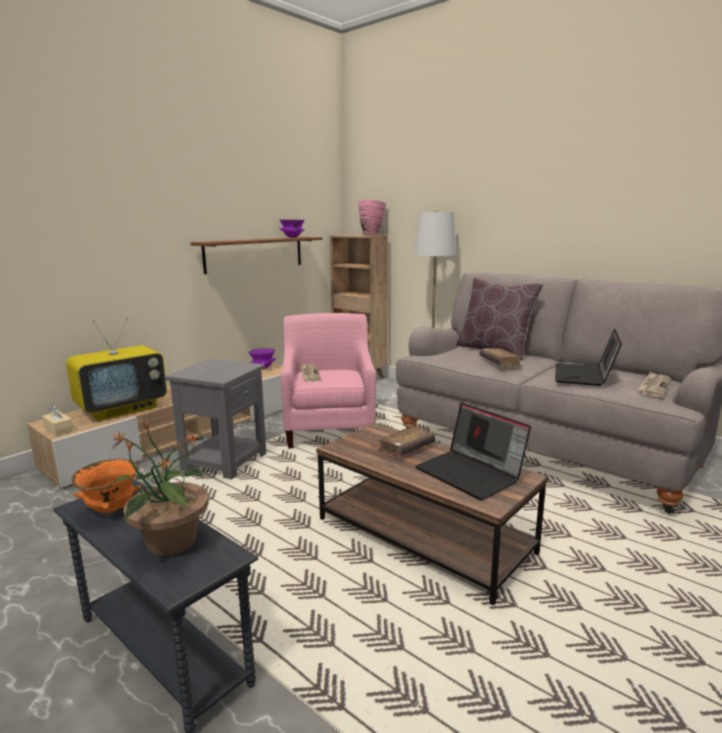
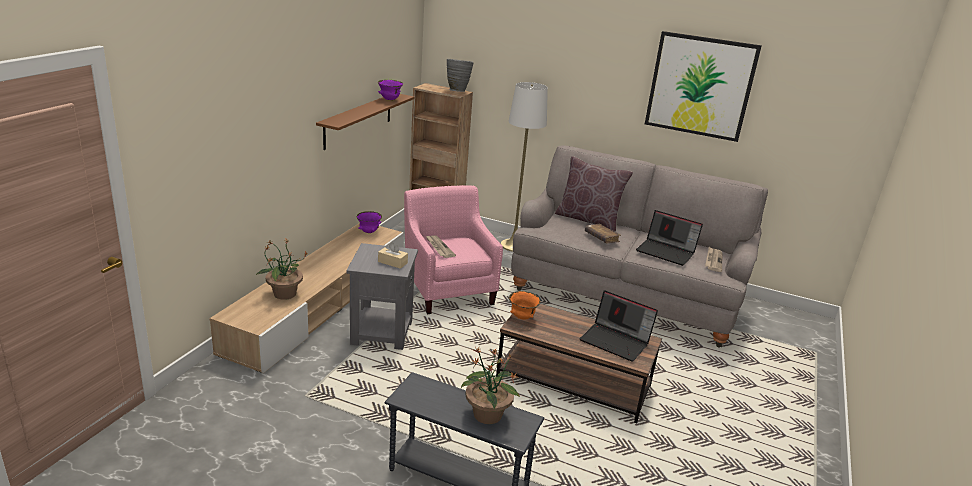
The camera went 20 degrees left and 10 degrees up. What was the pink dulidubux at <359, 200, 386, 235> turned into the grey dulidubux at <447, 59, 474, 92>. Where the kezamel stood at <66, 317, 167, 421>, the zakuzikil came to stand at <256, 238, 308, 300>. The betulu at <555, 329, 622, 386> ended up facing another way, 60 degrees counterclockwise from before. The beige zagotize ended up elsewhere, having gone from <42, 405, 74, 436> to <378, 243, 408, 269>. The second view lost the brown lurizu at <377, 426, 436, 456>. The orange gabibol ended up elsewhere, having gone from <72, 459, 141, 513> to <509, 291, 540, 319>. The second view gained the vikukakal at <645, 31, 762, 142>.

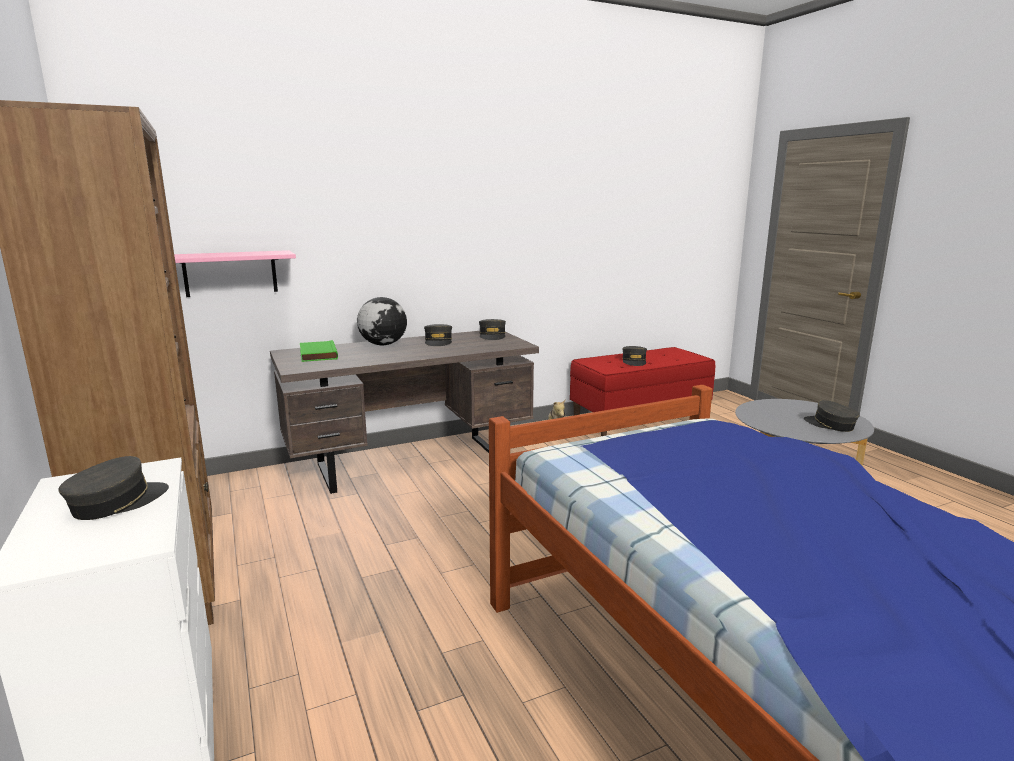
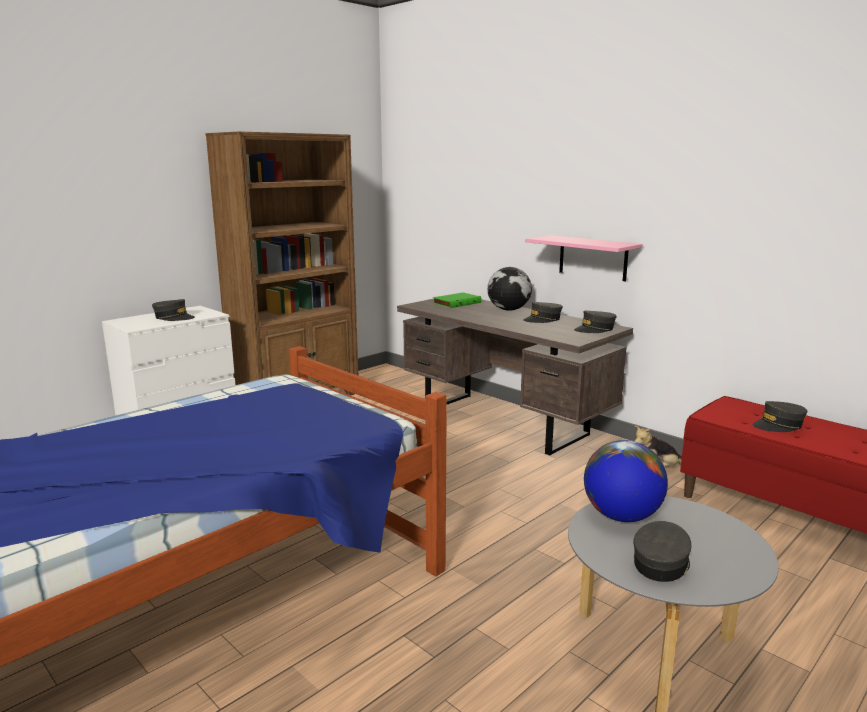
The camera went 70 degrees right and 0 degrees up. The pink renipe ended up elsewhere, having gone from <174, 250, 296, 297> to <525, 235, 642, 281>. The second view gained the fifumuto at <584, 440, 668, 522>.

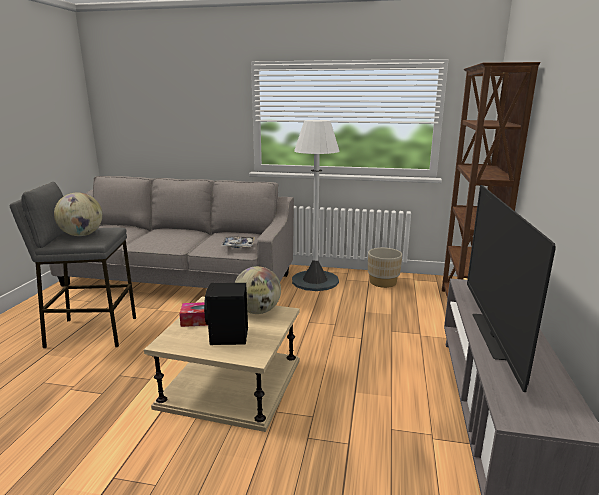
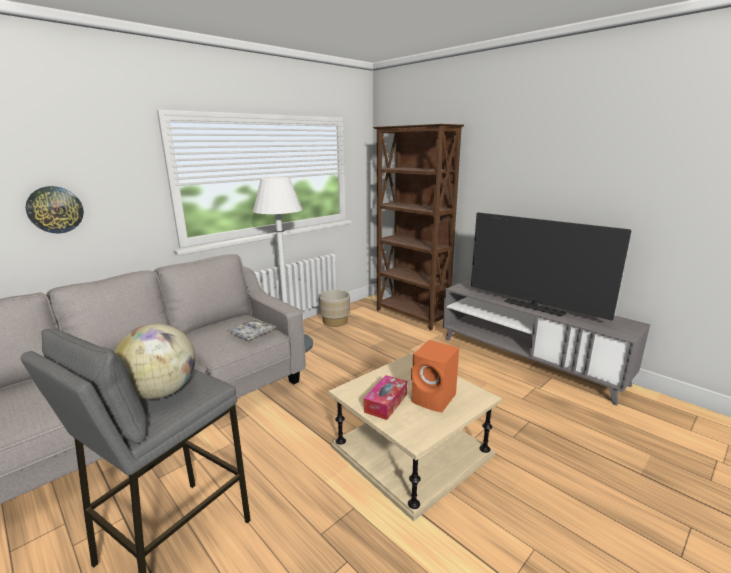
The camera went 55 degrees left and 0 degrees up. The second view lost the fifumuto at <235, 266, 281, 314>. What was the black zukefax at <204, 283, 248, 345> turned into the orange zukefax at <411, 340, 459, 412>. The second view gained the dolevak at <26, 186, 84, 233>.

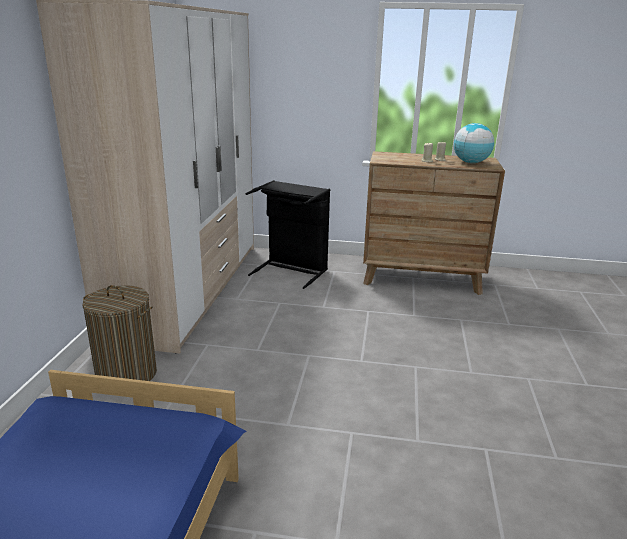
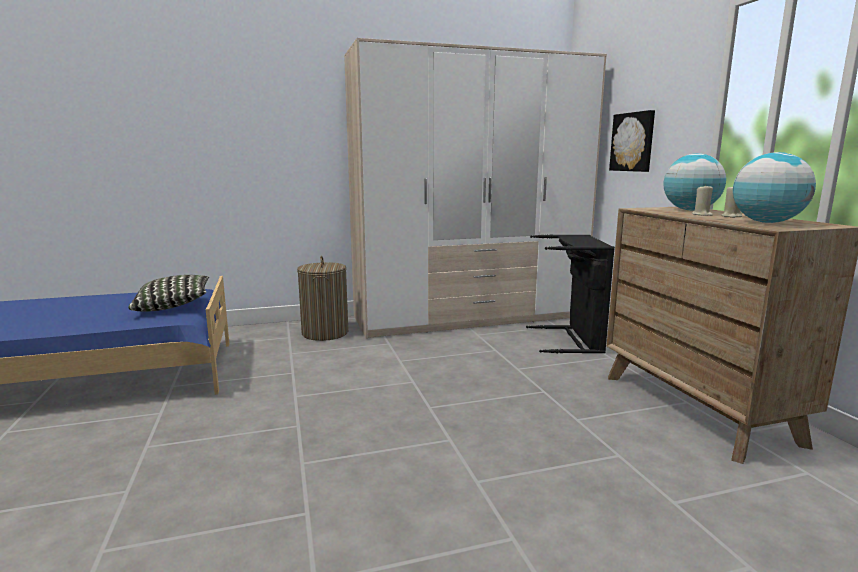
The camera went 65 degrees right and 10 degrees down. The second view gained the vikukakal at <609, 110, 655, 172>. The second view gained the fifumuto at <664, 153, 726, 210>. The second view gained the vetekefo at <128, 275, 209, 311>.

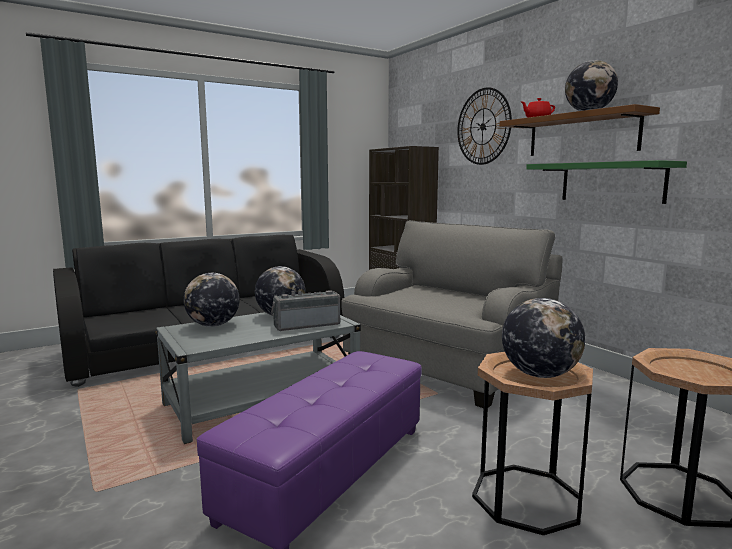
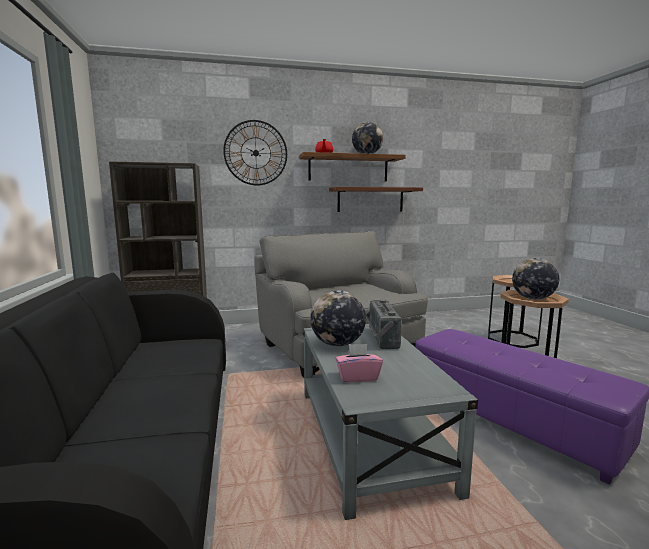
The camera went 70 degrees left and 0 degrees up. What was the green renipe at <526, 160, 687, 204> turned into the brown renipe at <329, 187, 423, 212>. Where the fifumuto stood at <184, 273, 240, 327>, the pink zagotize came to stand at <335, 344, 383, 383>.

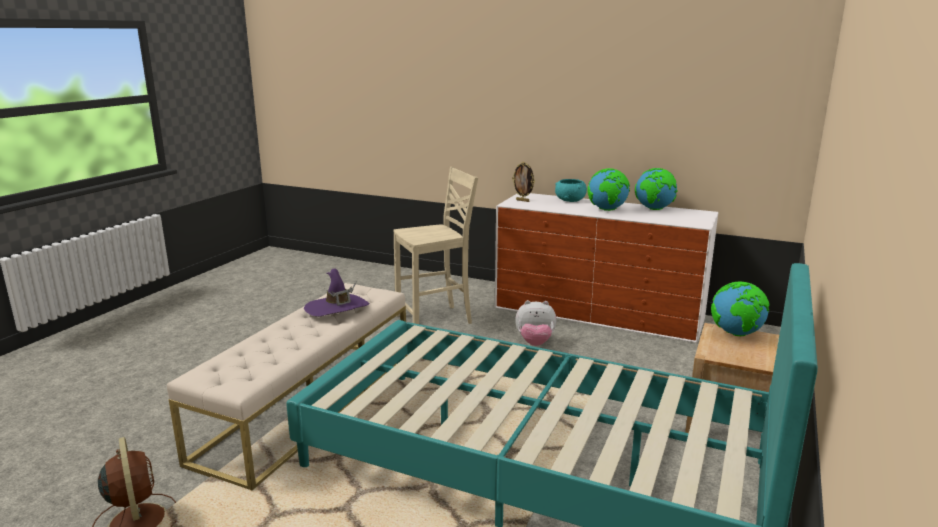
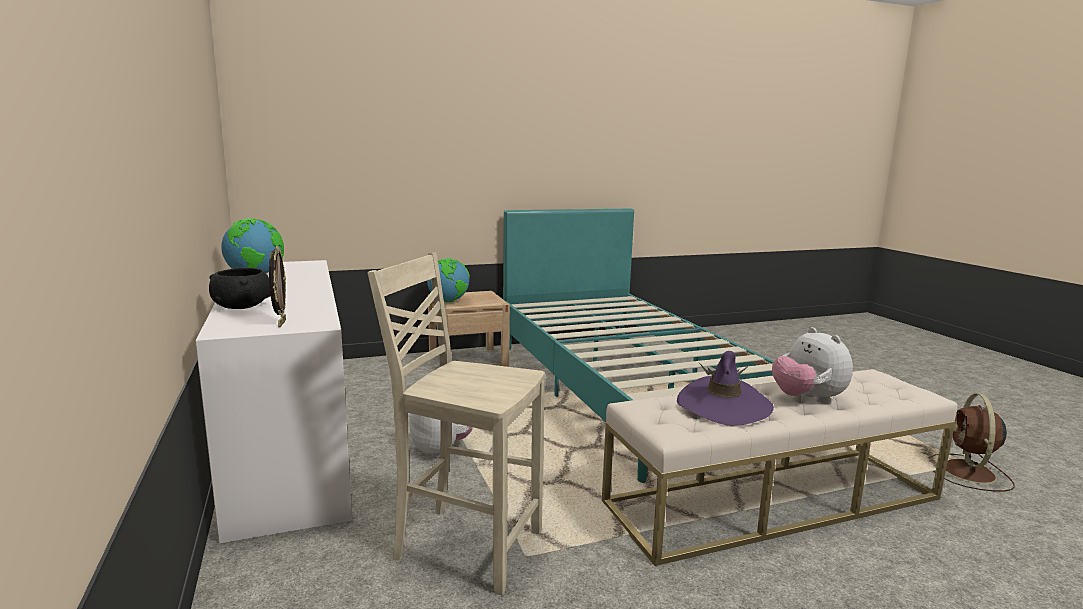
The camera went 135 degrees left and 5 degrees down. The second view lost the fifumuto at <587, 168, 630, 211>. What was the turquoise gabibol at <555, 179, 587, 202> turned into the black gabibol at <209, 268, 271, 309>. The second view gained the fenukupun at <772, 327, 853, 403>.

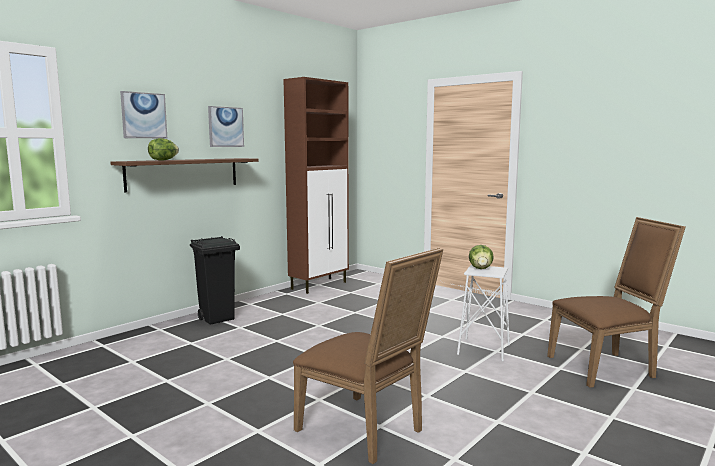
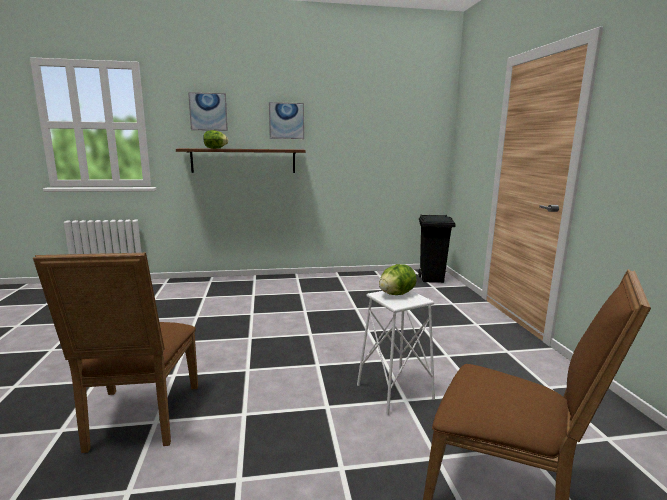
The camera went 40 degrees right and 5 degrees up. The second view lost the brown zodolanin at <283, 77, 349, 294>. The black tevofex ended up elsewhere, having gone from <190, 236, 240, 325> to <418, 214, 456, 283>.

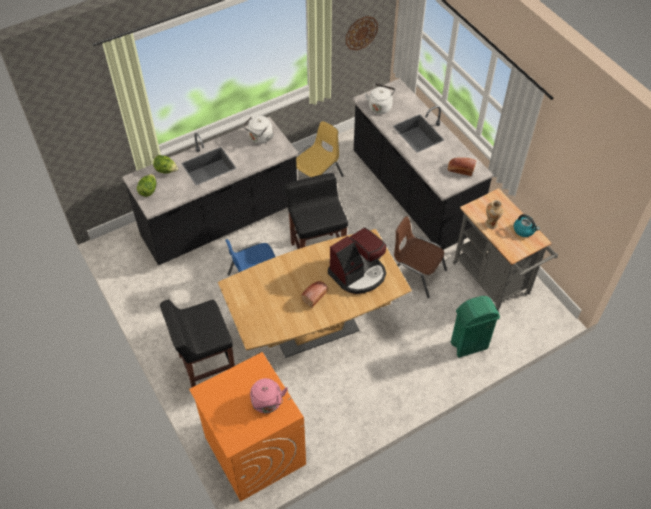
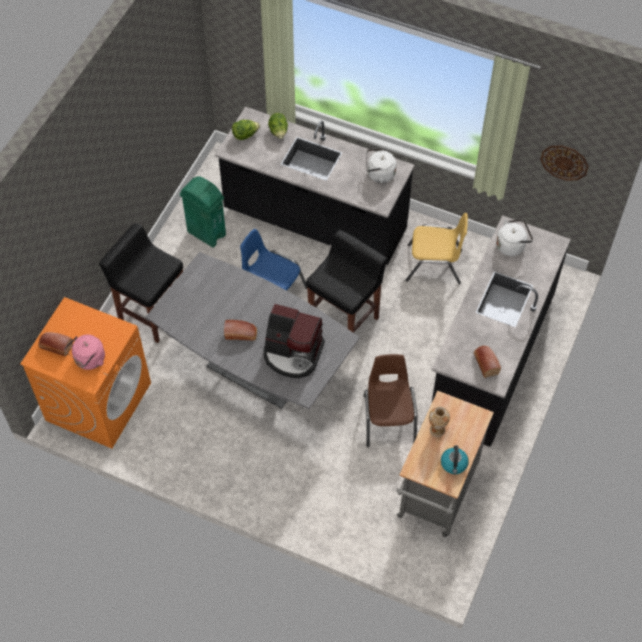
The camera went 55 degrees right and 5 degrees up. What was the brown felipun at <218, 229, 412, 358> turned into the grey felipun at <146, 252, 360, 409>. The green tevofex ended up elsewhere, having gone from <451, 296, 500, 358> to <180, 177, 226, 248>. The second view gained the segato at <38, 332, 73, 357>.

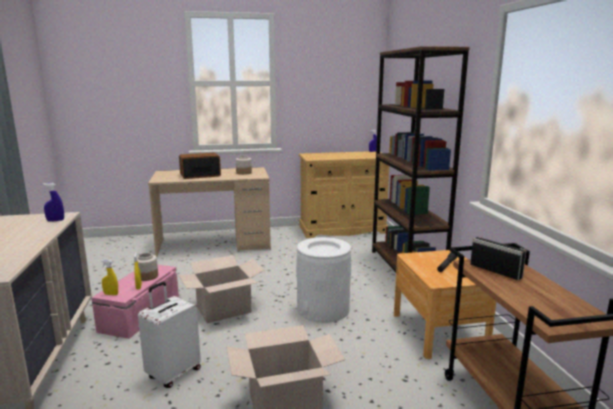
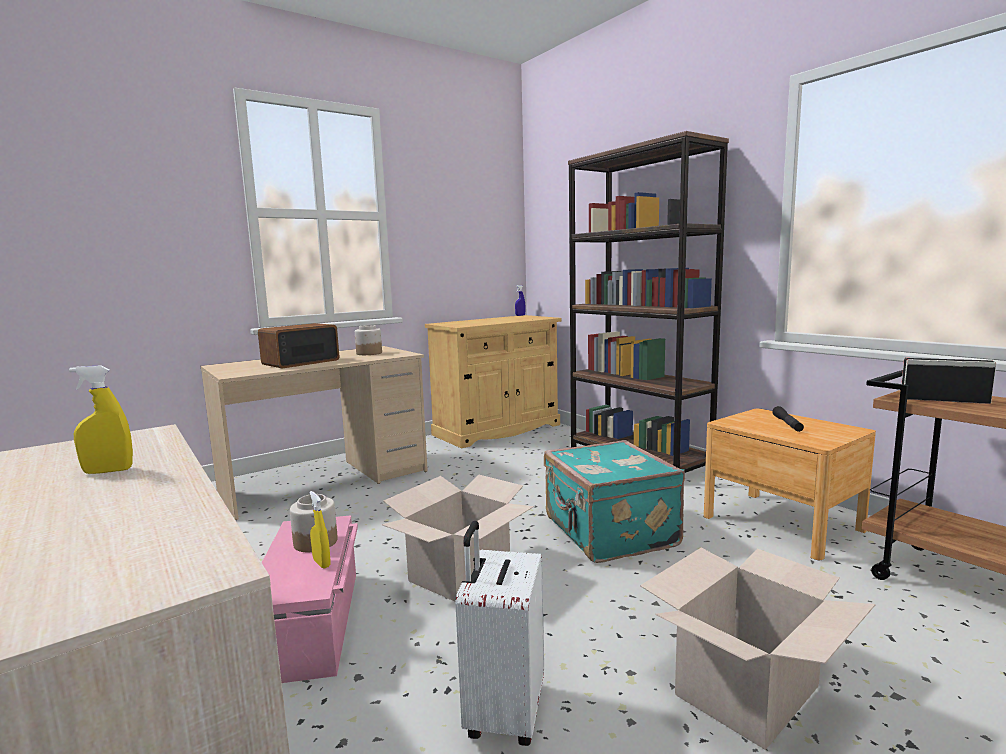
The camera went 25 degrees left and 5 degrees down. The second view lost the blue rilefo at <43, 183, 64, 221>. Where the white tevofex stood at <296, 237, 351, 323>, the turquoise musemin came to stand at <544, 440, 685, 563>. The yellow rilefo ended up elsewhere, having gone from <101, 260, 118, 295> to <69, 365, 133, 474>.

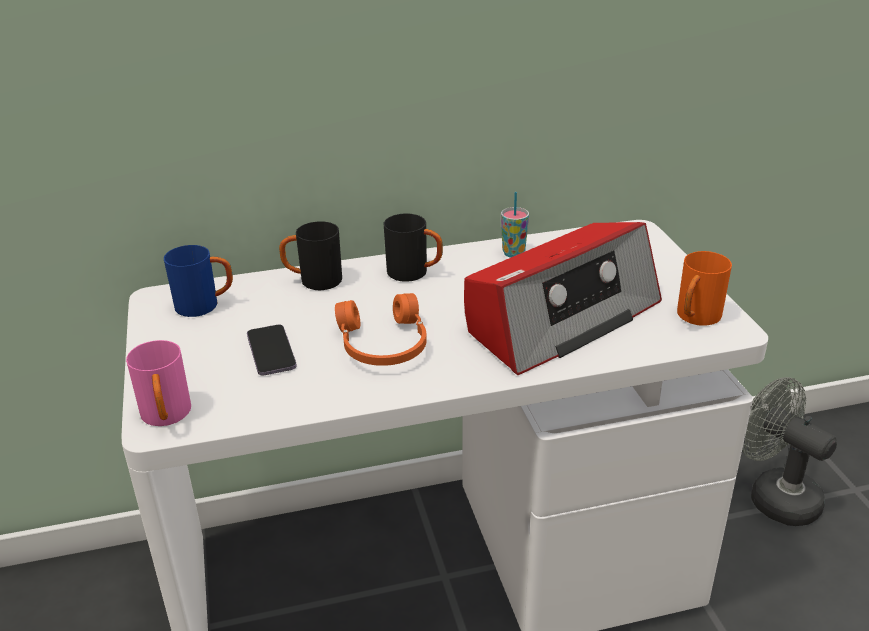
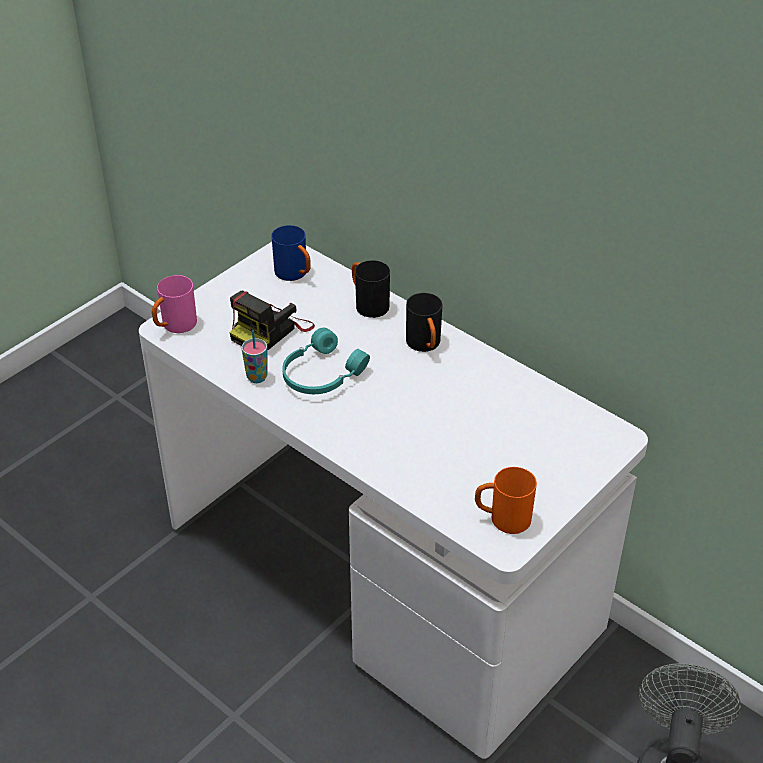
The camera went 55 degrees right and 10 degrees up. The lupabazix ended up elsewhere, having gone from <501, 192, 529, 258> to <241, 330, 267, 383>. The second view lost the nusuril at <464, 222, 662, 375>. What was the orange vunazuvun at <335, 293, 427, 366> turned into the turquoise vunazuvun at <282, 328, 370, 394>. Where the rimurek stood at <247, 325, 297, 376>, the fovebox came to stand at <229, 291, 315, 351>.

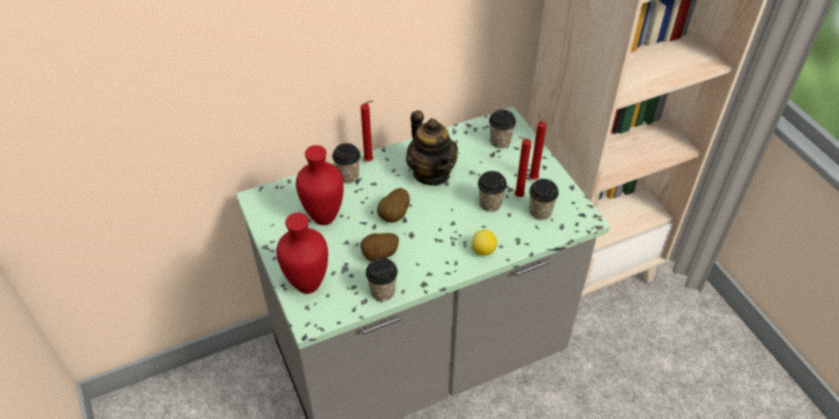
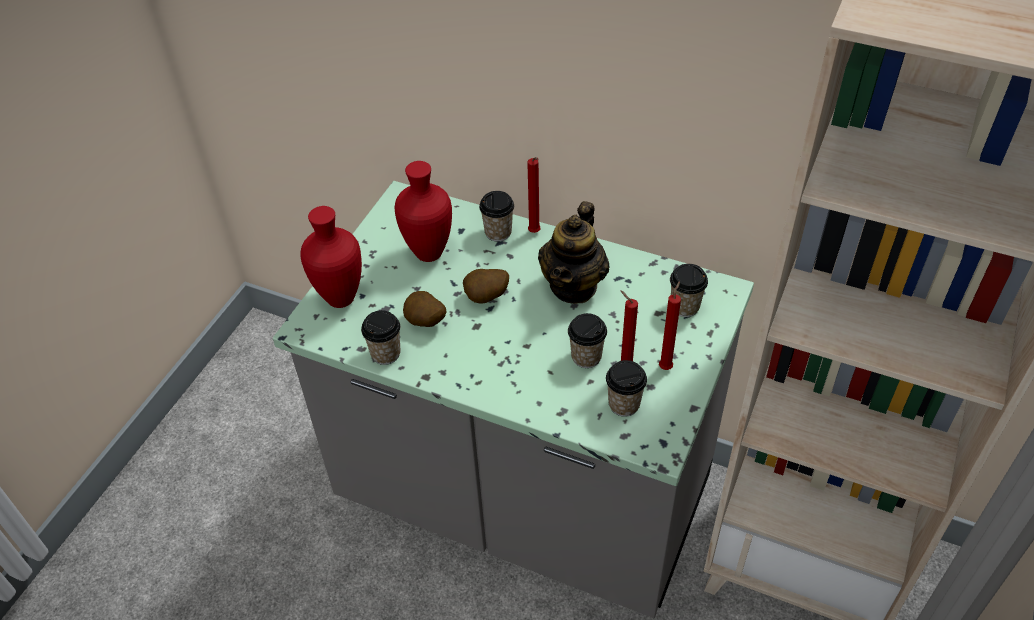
The camera went 50 degrees right and 0 degrees up. The second view lost the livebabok at <472, 230, 497, 255>.

